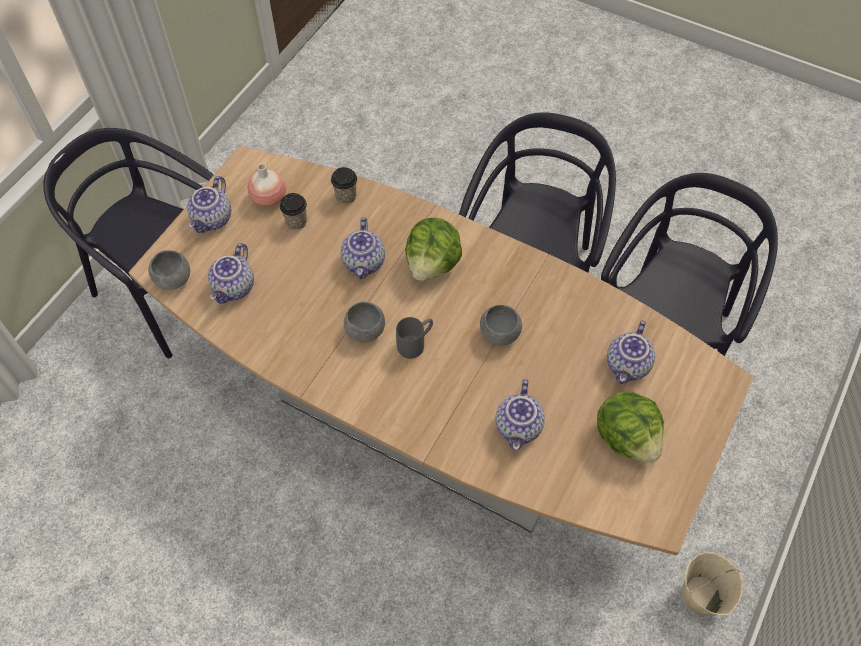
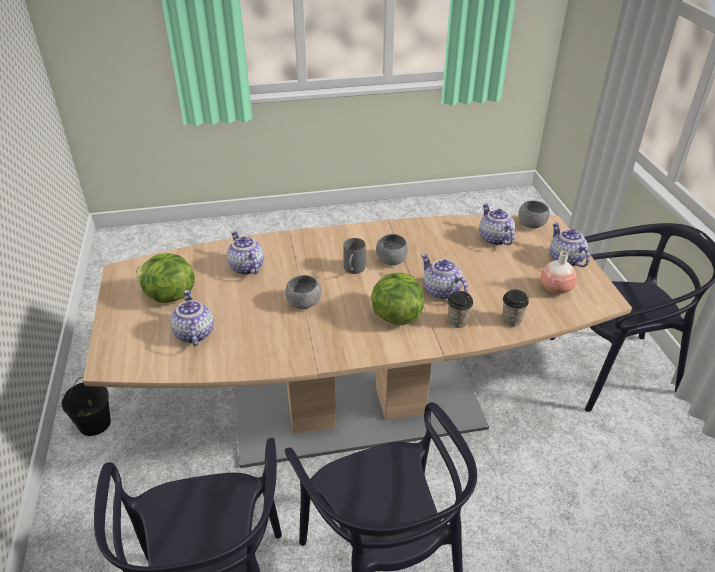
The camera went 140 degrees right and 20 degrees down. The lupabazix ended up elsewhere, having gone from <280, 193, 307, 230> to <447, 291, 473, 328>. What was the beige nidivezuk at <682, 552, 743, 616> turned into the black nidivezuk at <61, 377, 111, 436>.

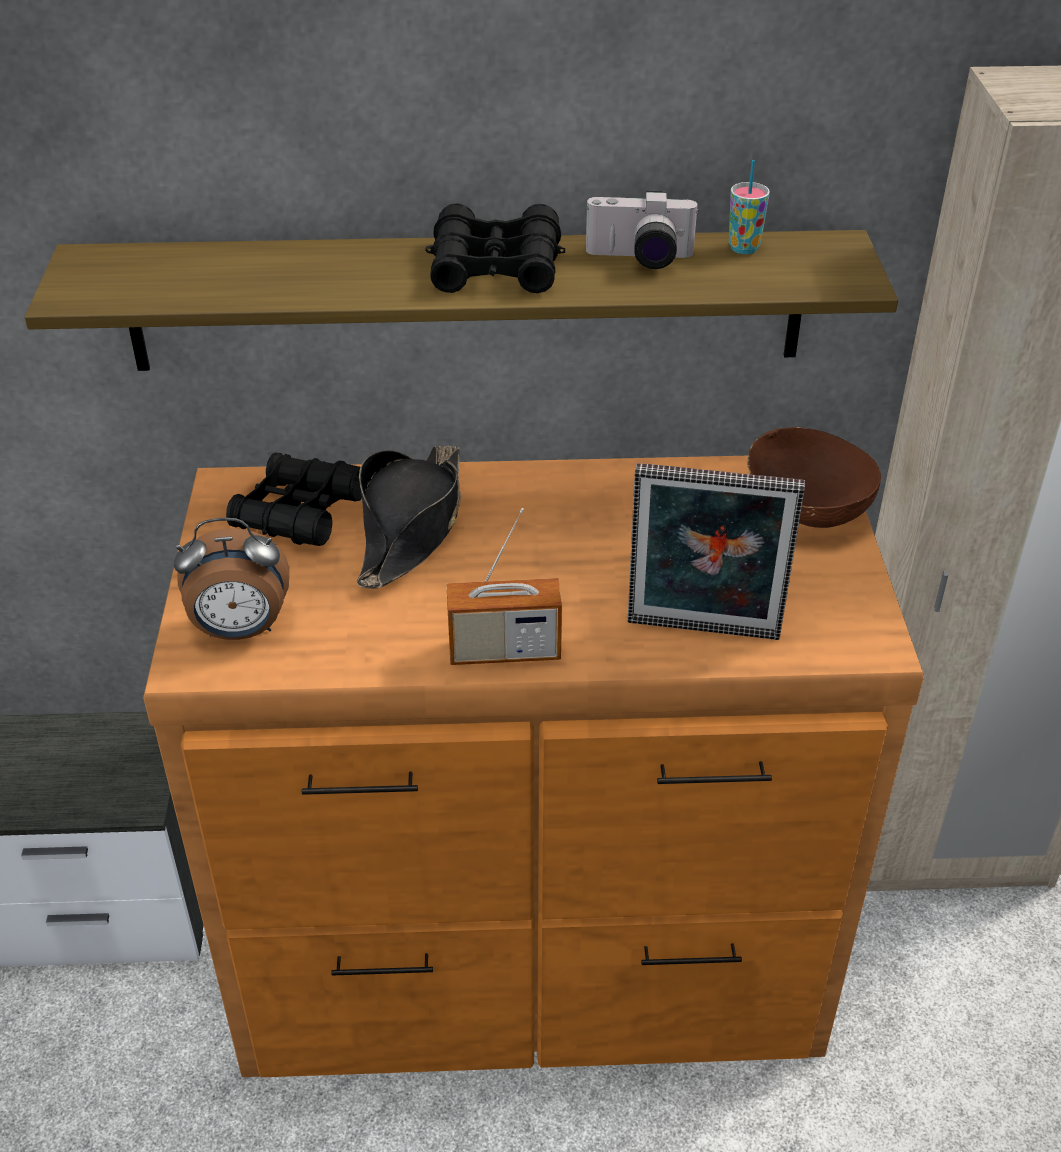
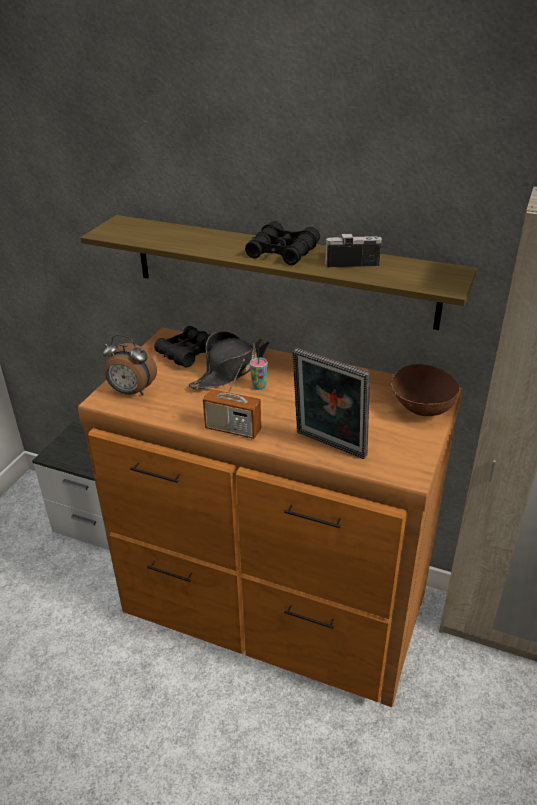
The camera went 25 degrees right and 5 degrees down. The lupabazix ended up elsewhere, having gone from <729, 160, 770, 254> to <250, 349, 268, 390>. The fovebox at <585, 191, 700, 269> ended up facing another way, 150 degrees clockwise from before.

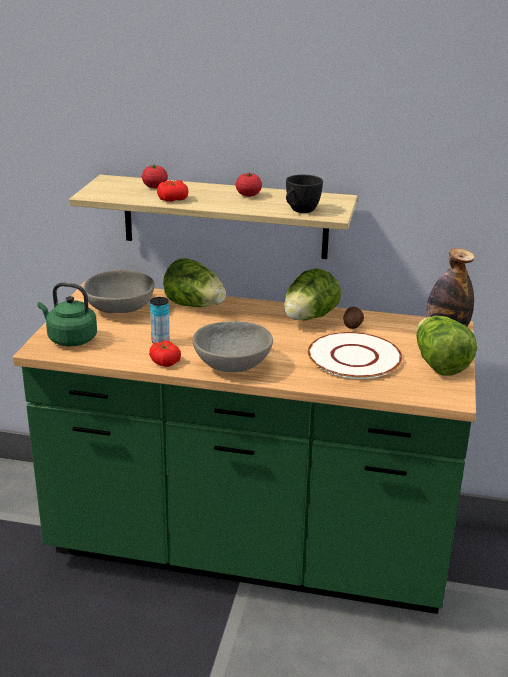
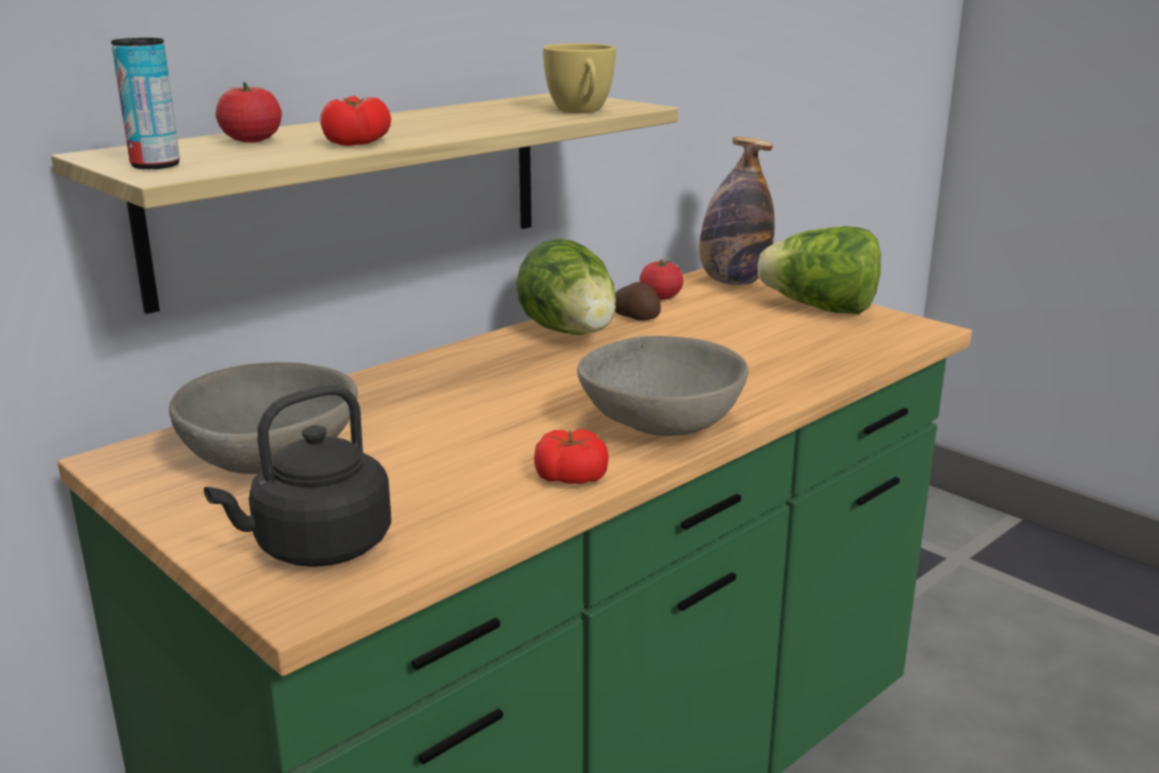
The camera went 55 degrees left and 5 degrees down. The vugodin ended up elsewhere, having gone from <236, 172, 262, 197> to <639, 259, 683, 300>. What was the black lupabazix at <286, 175, 323, 213> turned into the yellow lupabazix at <543, 43, 616, 113>. The second view lost the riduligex at <163, 258, 226, 307>. What was the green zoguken at <37, 282, 97, 346> turned into the black zoguken at <204, 384, 391, 567>. The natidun ended up elsewhere, having gone from <150, 297, 170, 344> to <111, 38, 180, 169>. The second view lost the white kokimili at <308, 332, 402, 379>.

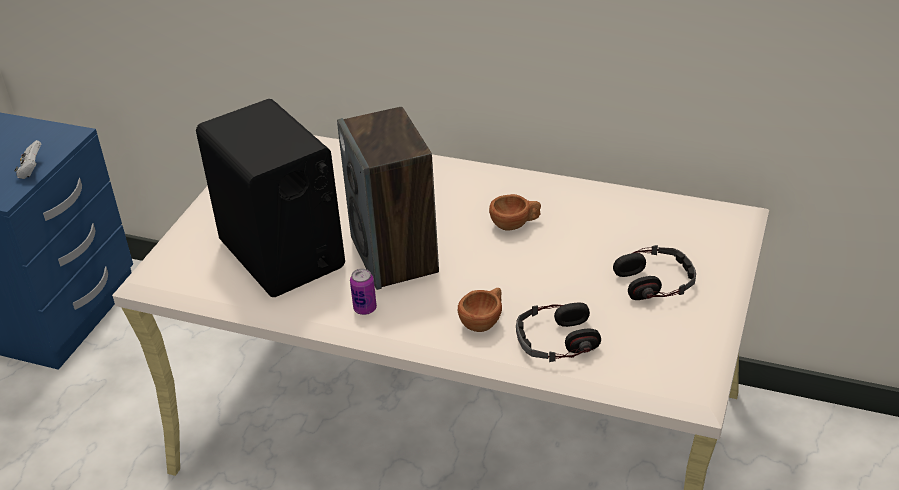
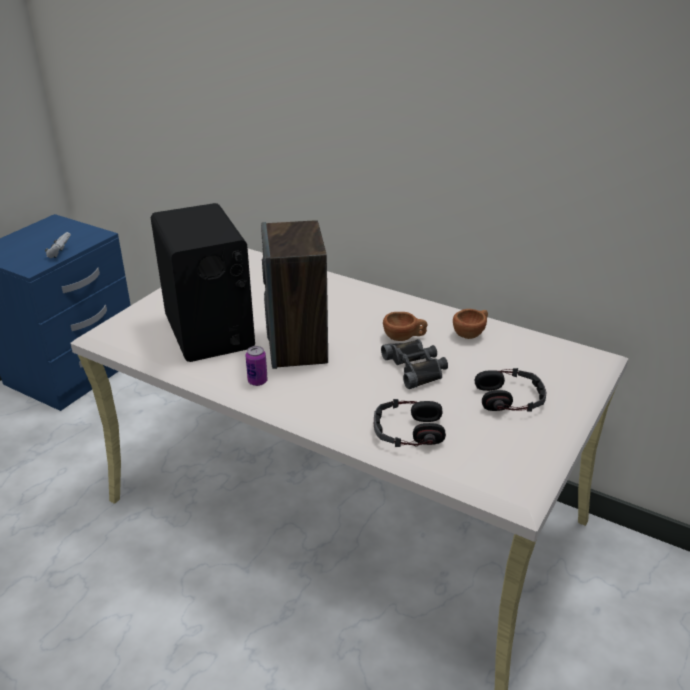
The camera went 10 degrees right and 5 degrees down. The brown lupabazix ended up elsewhere, having gone from <458, 288, 502, 332> to <453, 309, 488, 339>. The second view gained the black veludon at <381, 339, 448, 389>.

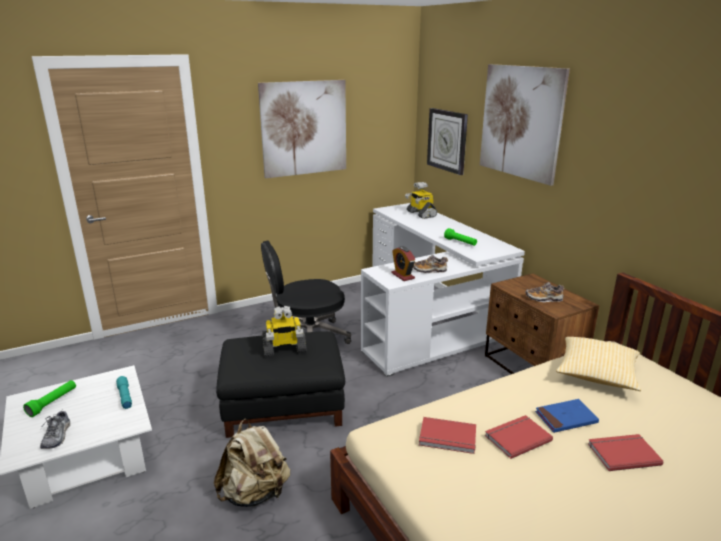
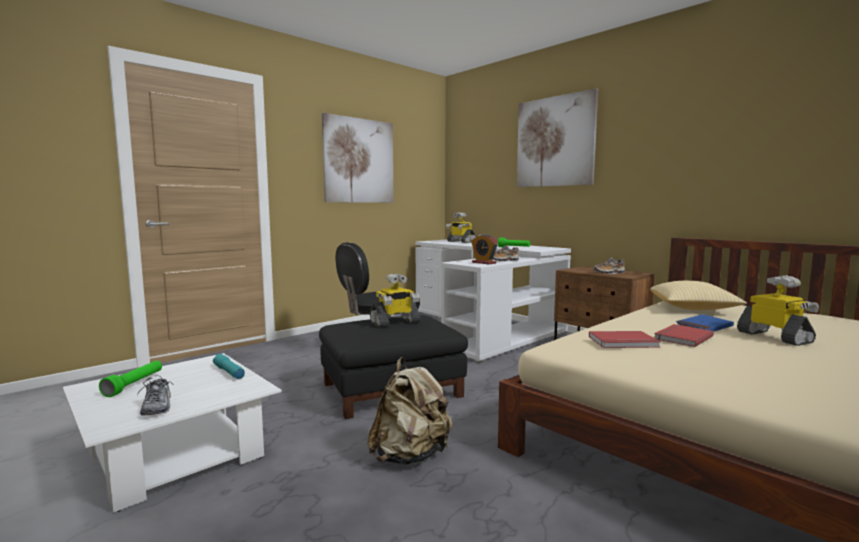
The camera went 15 degrees left and 15 degrees down. The second view lost the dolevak at <427, 108, 468, 175>. Where the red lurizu stood at <588, 434, 663, 471>, the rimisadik came to stand at <737, 275, 819, 346>.

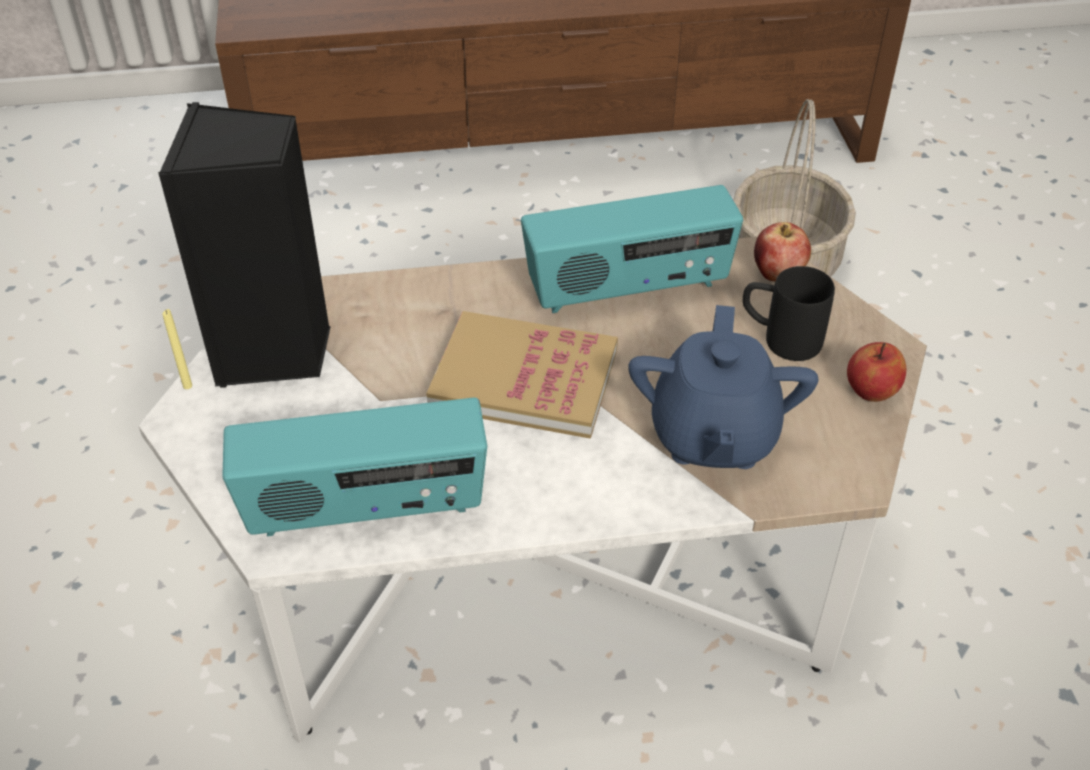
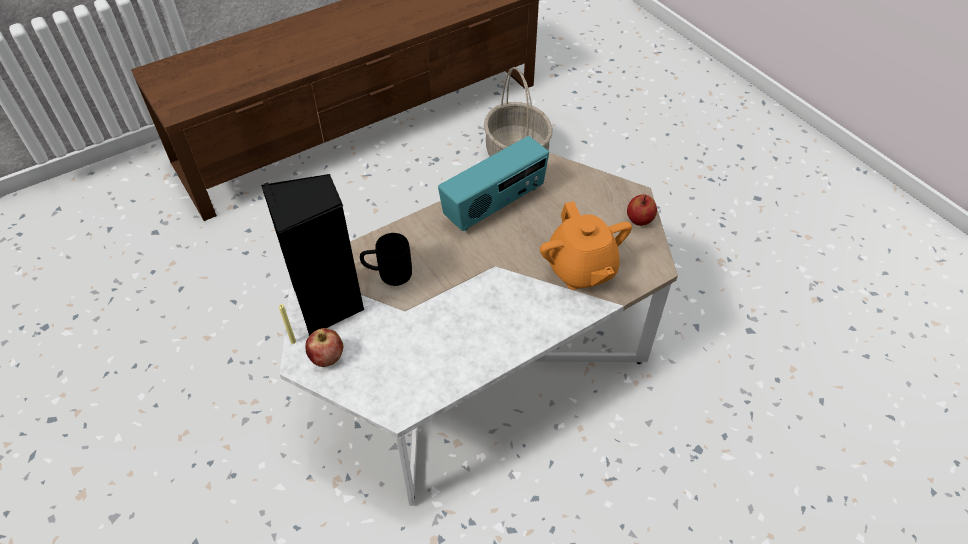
The camera went 25 degrees left and 5 degrees up. The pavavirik ended up elsewhere, having gone from <754, 222, 811, 281> to <306, 328, 343, 367>. The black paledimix ended up elsewhere, having gone from <743, 266, 835, 361> to <360, 233, 412, 286>. What was the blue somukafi at <628, 305, 819, 469> turned into the orange somukafi at <540, 201, 632, 290>. The second view lost the lurizu at <426, 311, 618, 439>. The second view lost the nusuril at <223, 398, 487, 536>.

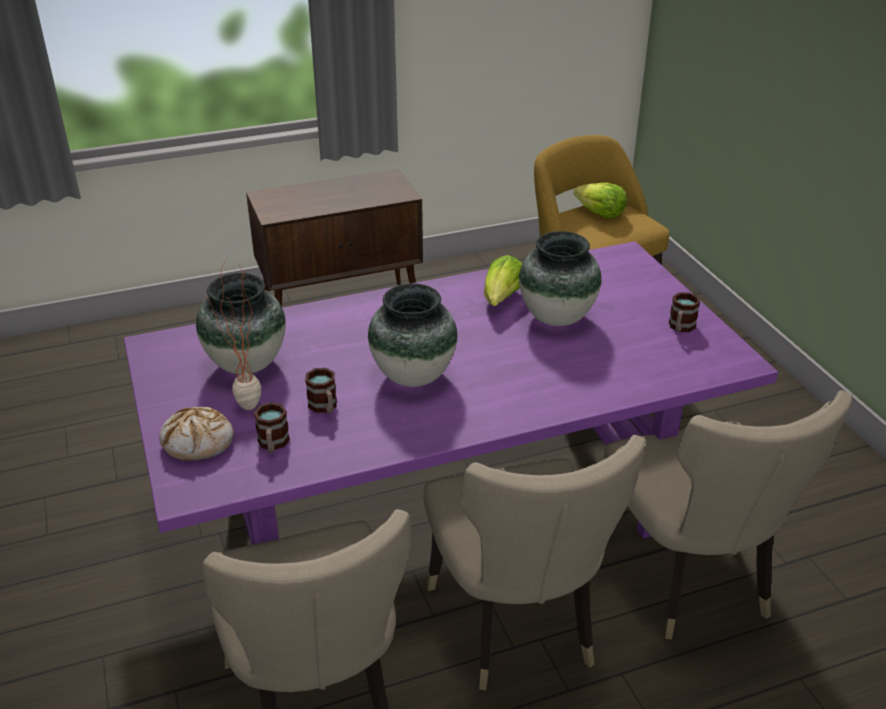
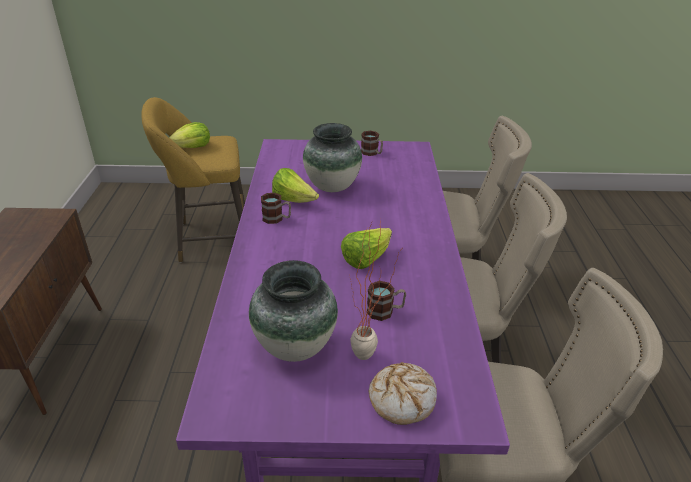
The camera went 70 degrees left and 0 degrees up. Where the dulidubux stood at <368, 283, 457, 387>, the riduligex came to stand at <341, 228, 392, 269>. The paledimix ended up elsewhere, having gone from <254, 402, 290, 453> to <261, 193, 291, 224>.

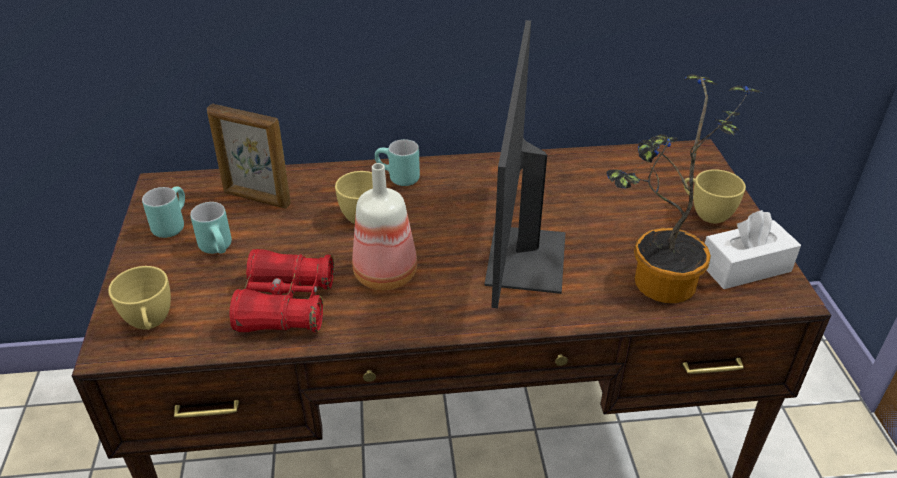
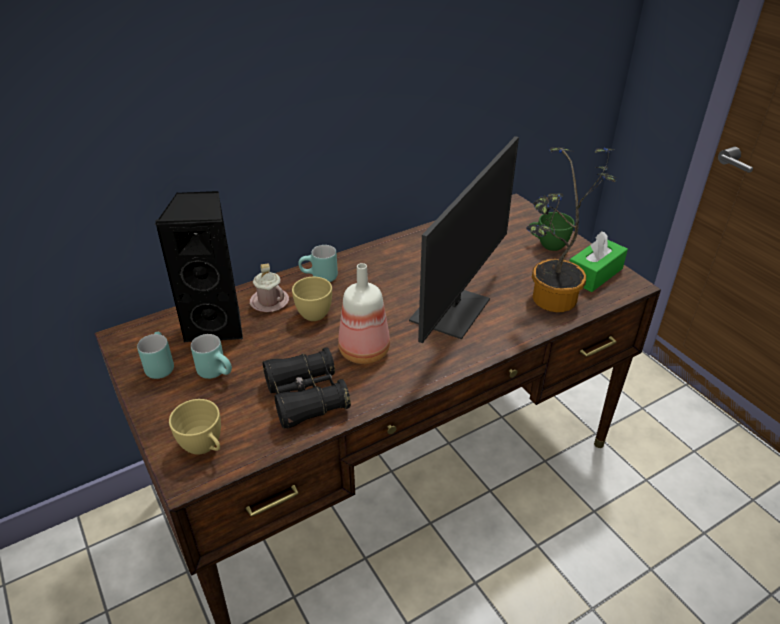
The camera went 25 degrees left and 0 degrees up. The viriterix at <484, 20, 565, 308> ended up facing another way, 135 degrees counterclockwise from before. Where the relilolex stood at <207, 104, 291, 209>, the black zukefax came to stand at <154, 191, 243, 343>. What was the yellow lupabazix at <683, 169, 746, 224> turned into the green lupabazix at <530, 212, 575, 251>. What was the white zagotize at <705, 210, 801, 289> turned into the green zagotize at <570, 231, 628, 292>. What was the red veludon at <230, 249, 334, 333> turned into the black veludon at <263, 347, 351, 429>. The second view gained the pink paledimix at <250, 263, 289, 312>.

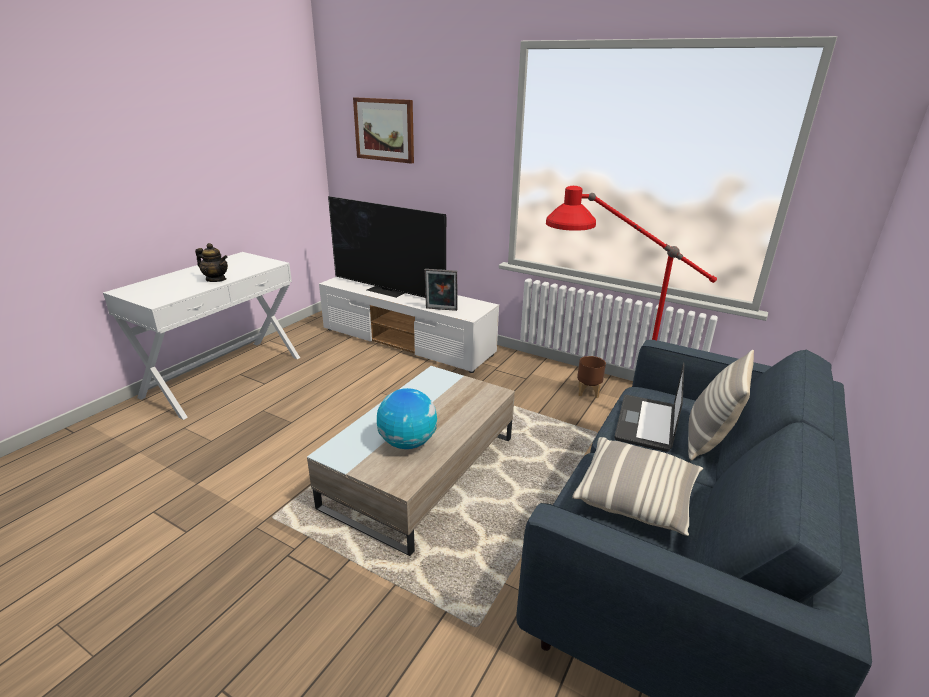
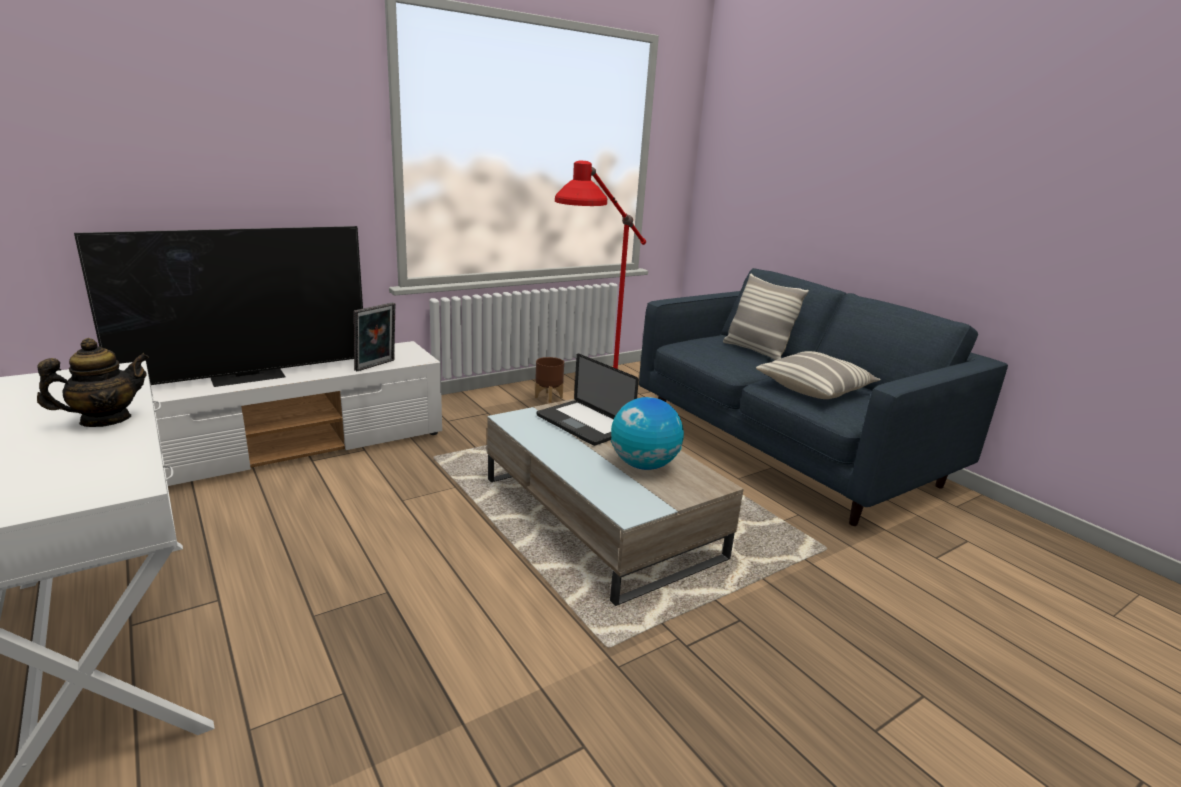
The camera went 65 degrees left and 5 degrees down. The second view lost the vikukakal at <353, 97, 414, 164>. The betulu ended up elsewhere, having gone from <614, 362, 684, 452> to <537, 354, 639, 446>.

